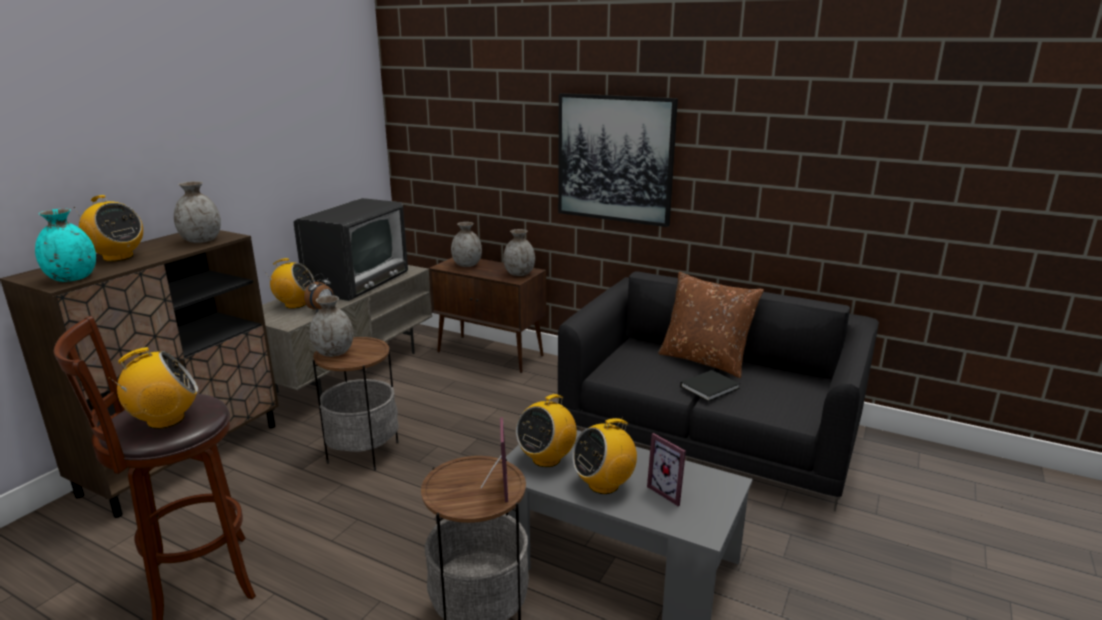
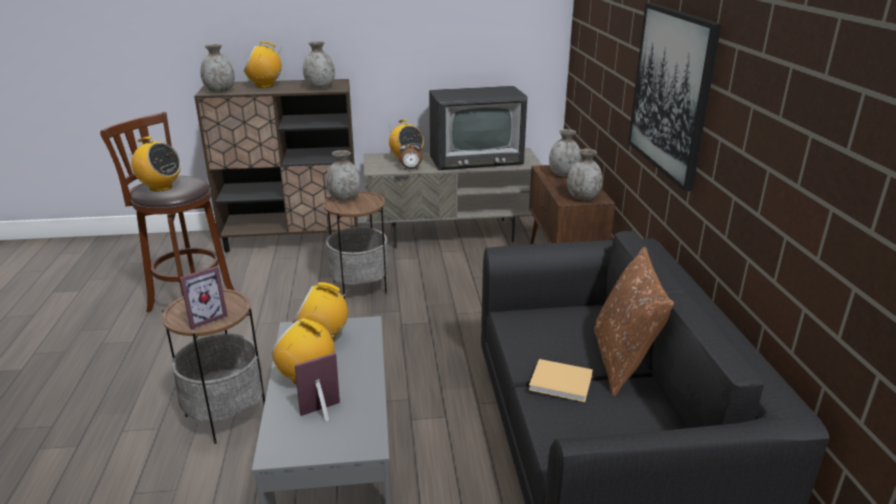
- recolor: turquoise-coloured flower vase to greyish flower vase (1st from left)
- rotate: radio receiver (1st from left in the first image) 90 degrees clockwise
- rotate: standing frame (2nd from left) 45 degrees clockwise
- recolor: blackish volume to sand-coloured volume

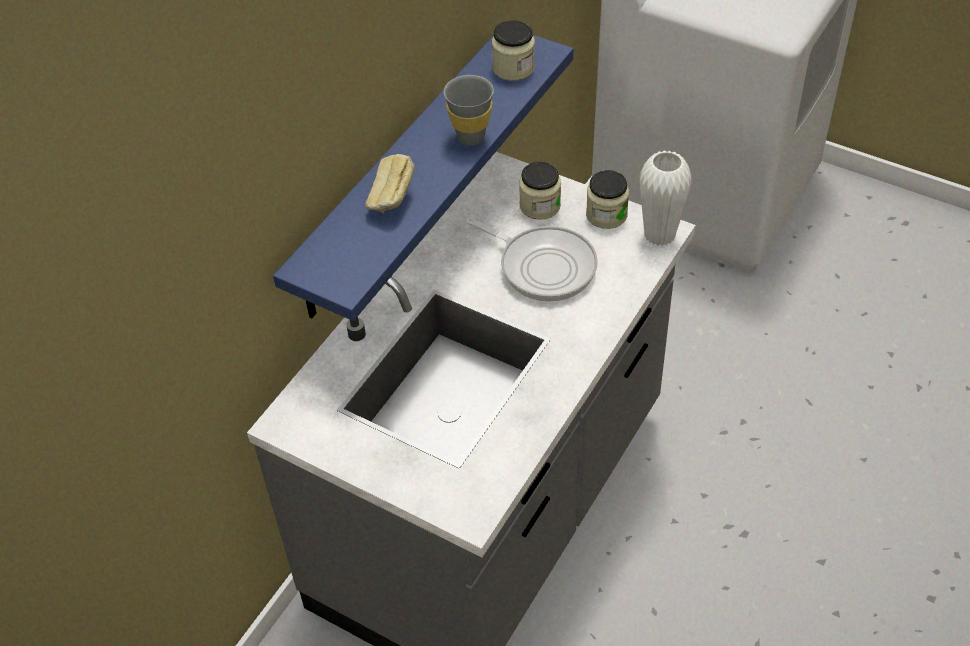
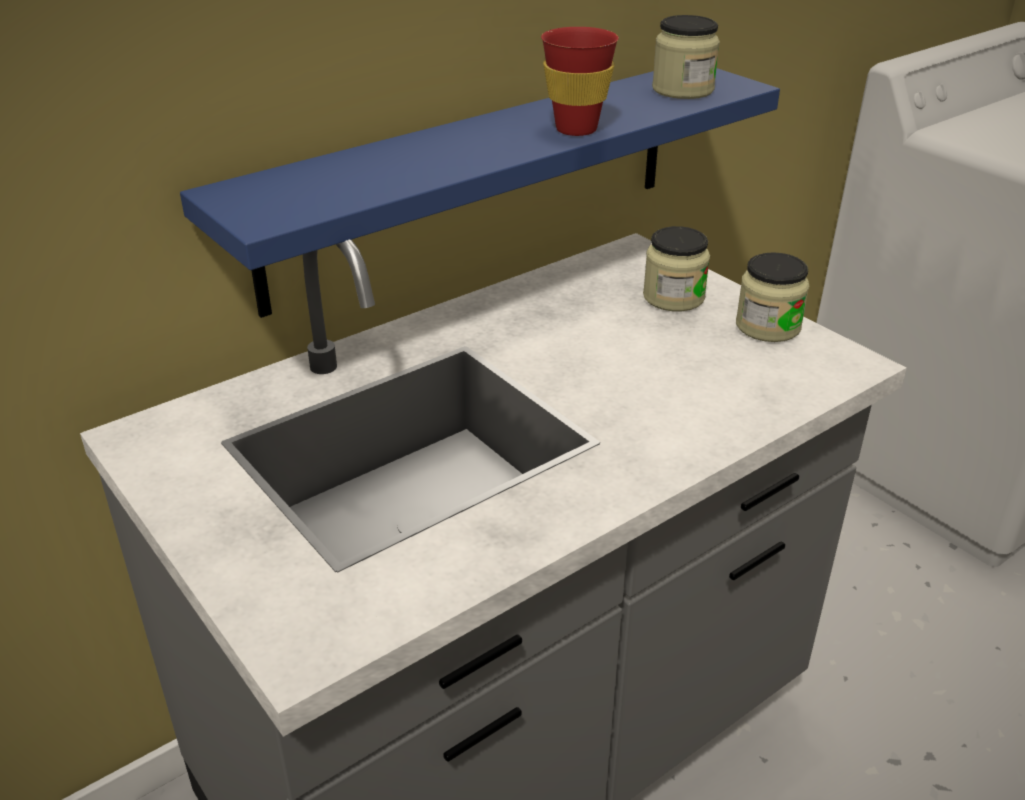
- delete: bread
- recolor: greyish cup to red cup
- delete: pan
- delete: white flower vase

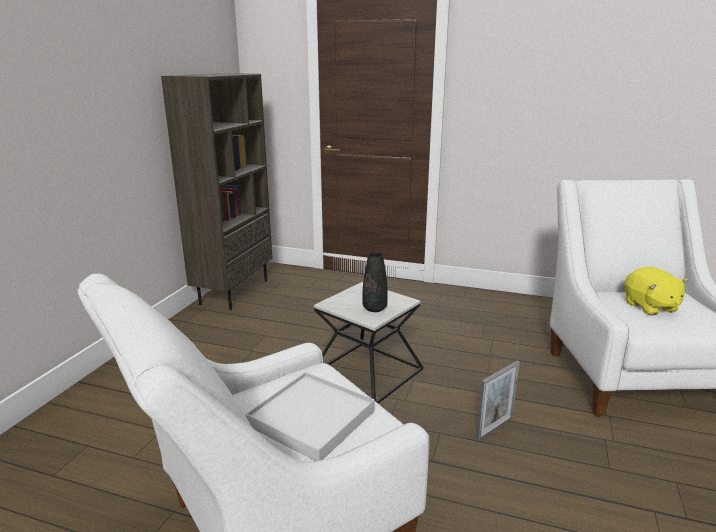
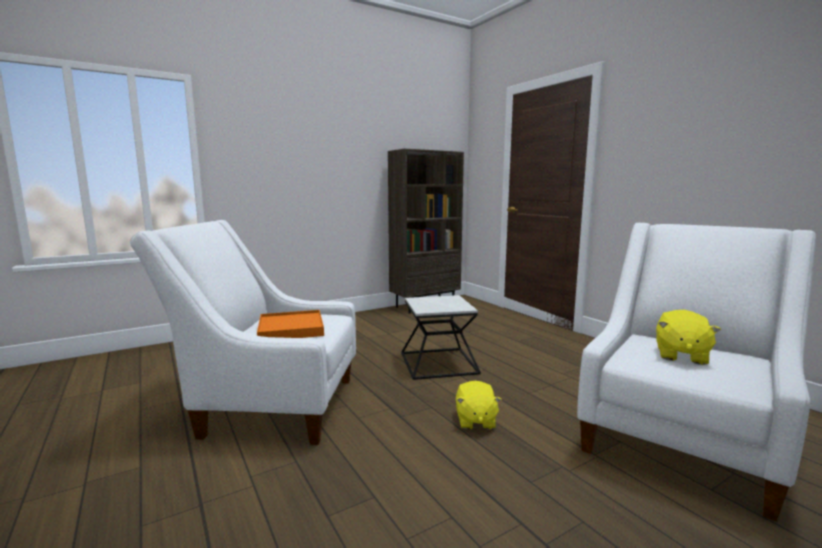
- recolor: white carrying tray to orangey carrying tray
- delete: blackish flower vase
- replace: standing frame to yellow-coloured cuddly toy (1st from left)

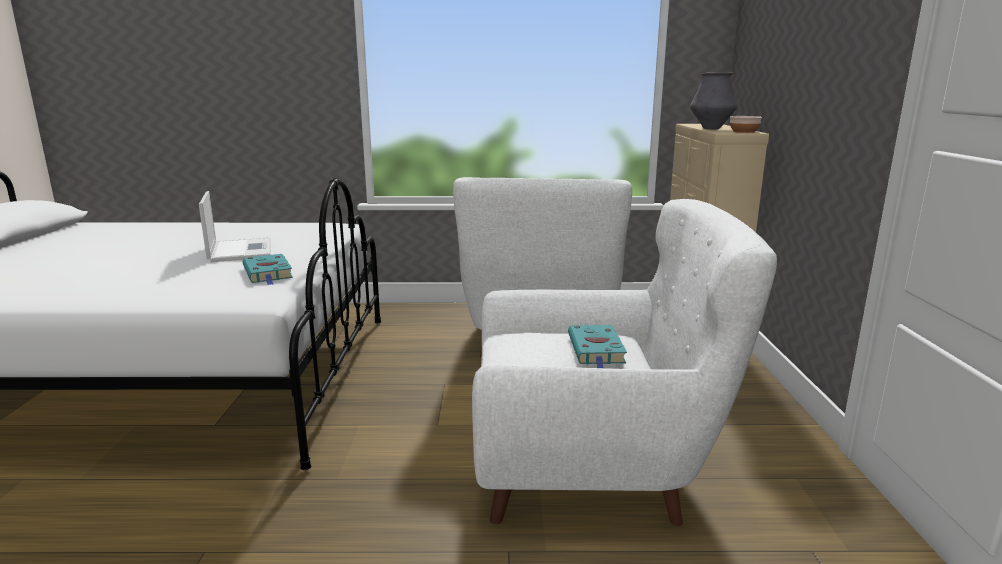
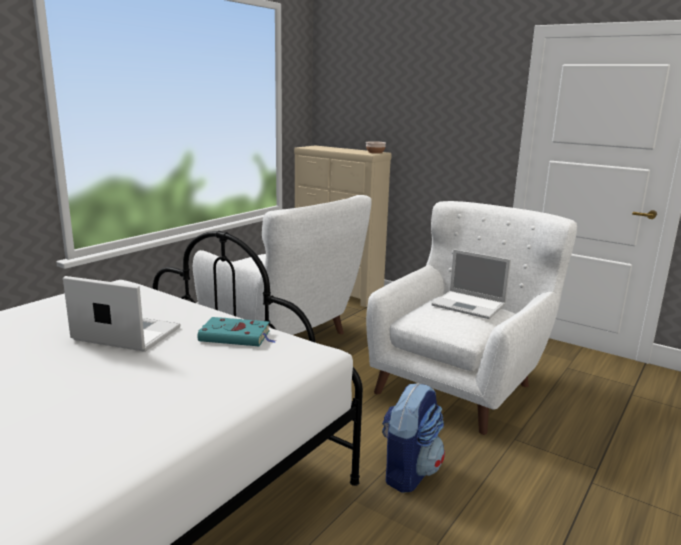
- replace: turquoise-coloured volume (2nd from left) to laptop (2nd from left)
- delete: flower vase
- insert: backpack

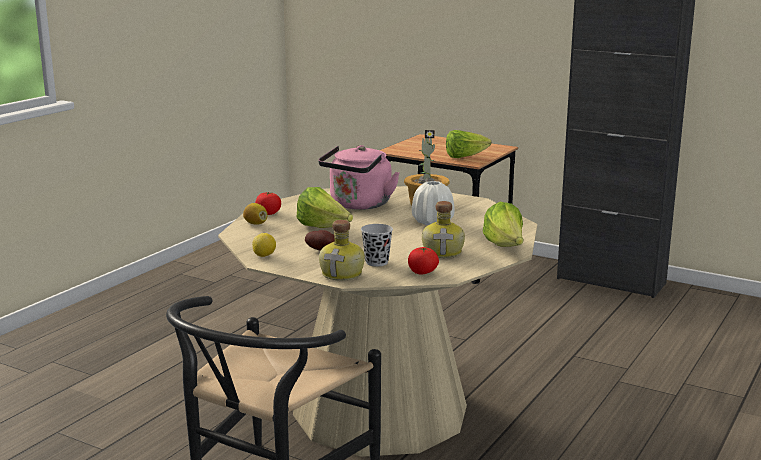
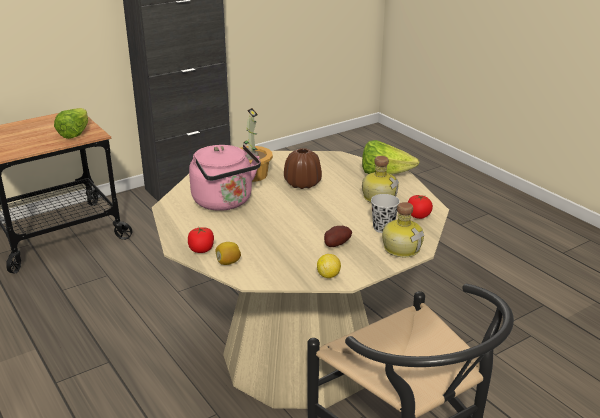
- delete: head of lettuce (1st from left)
- recolor: white flower vase to brownish flower vase

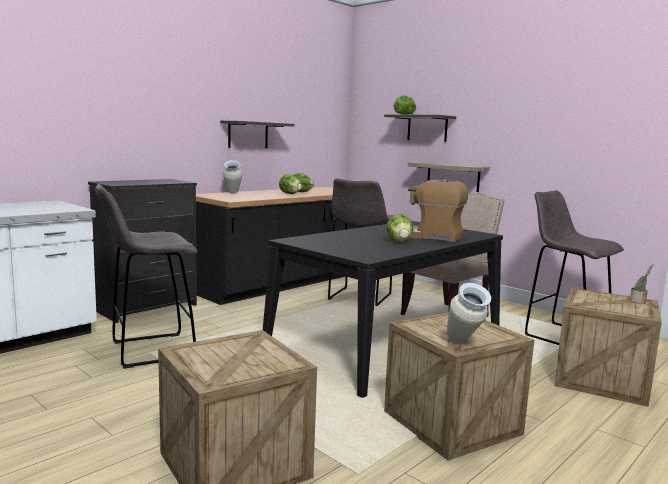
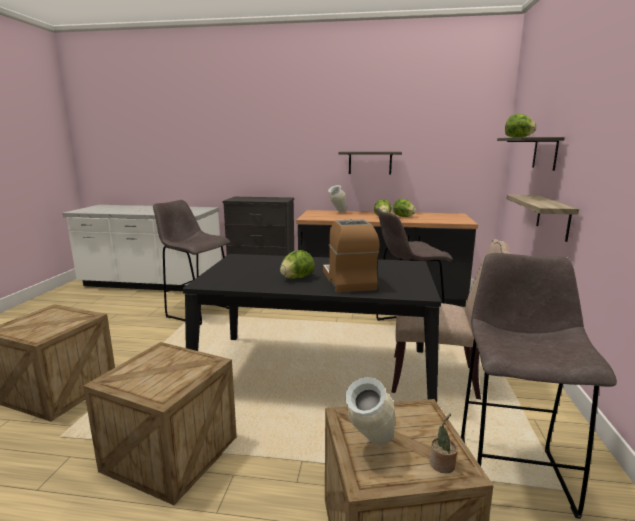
- move: flower vase (2nd from left)

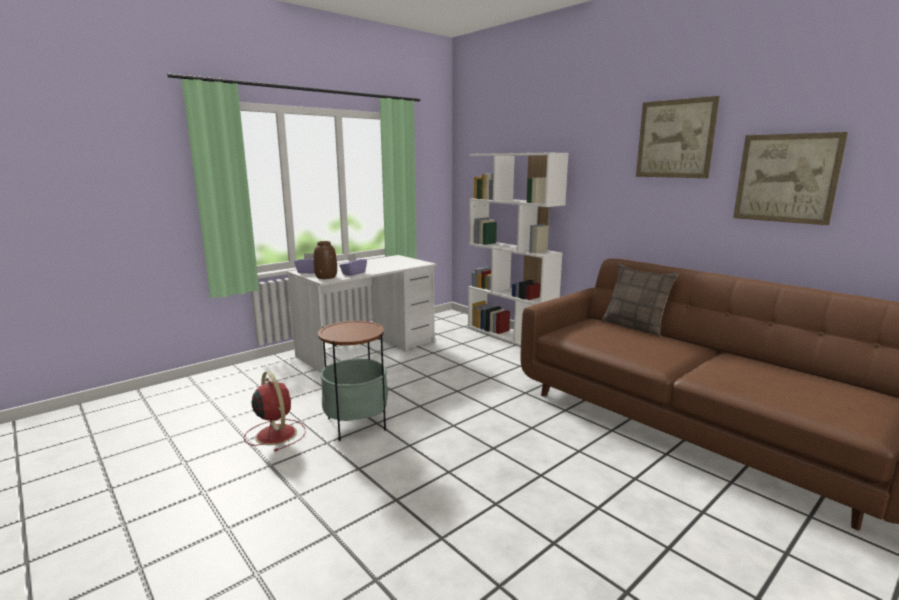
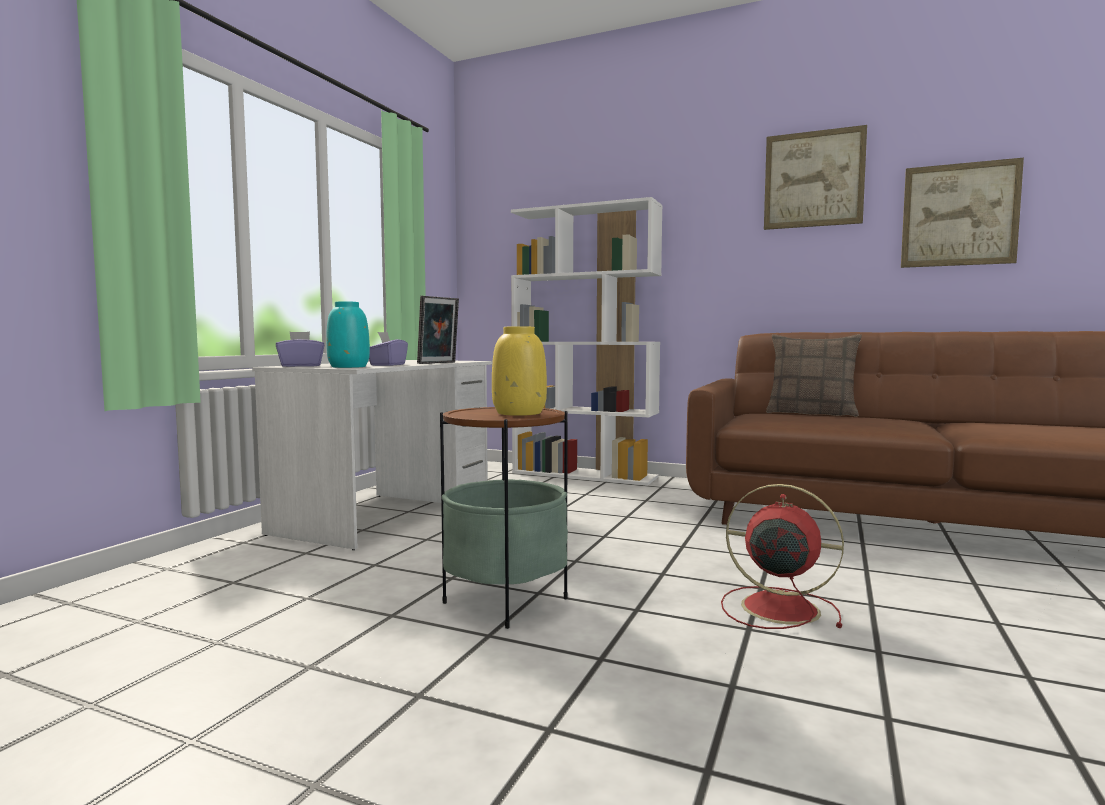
- move: red electric fan
- recolor: brownish flower vase to turquoise-coloured flower vase
- insert: standing frame
- insert: yellow-coloured flower vase

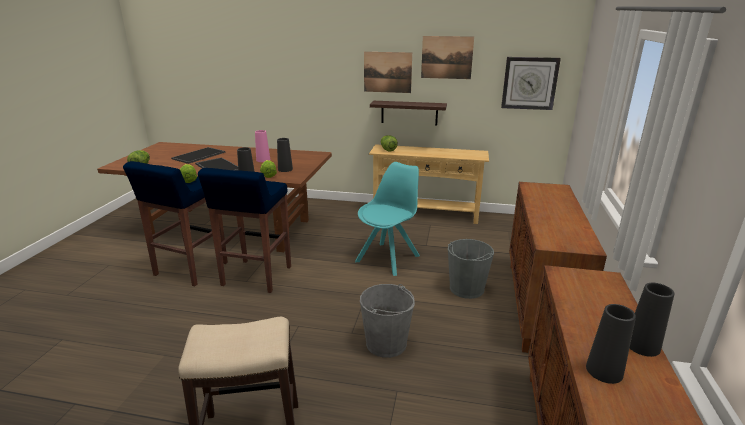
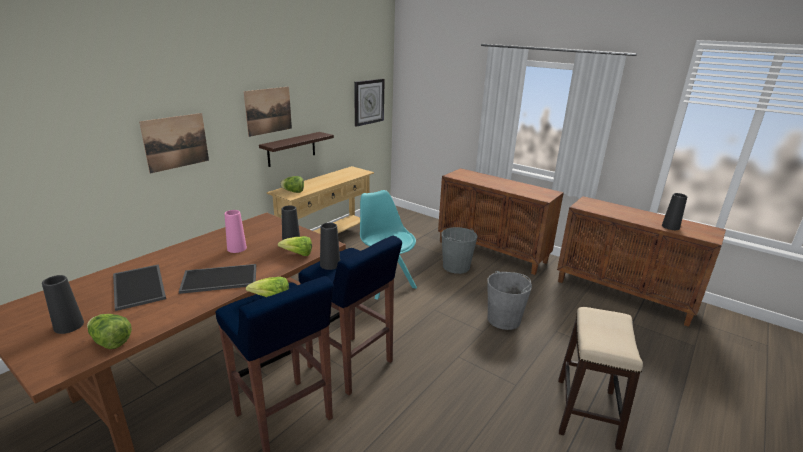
- move: picture (2nd from left in the first image) to picture (1st from left)
- move: blackish flower vase (4th from left in the first image) to blackish flower vase (1st from left)

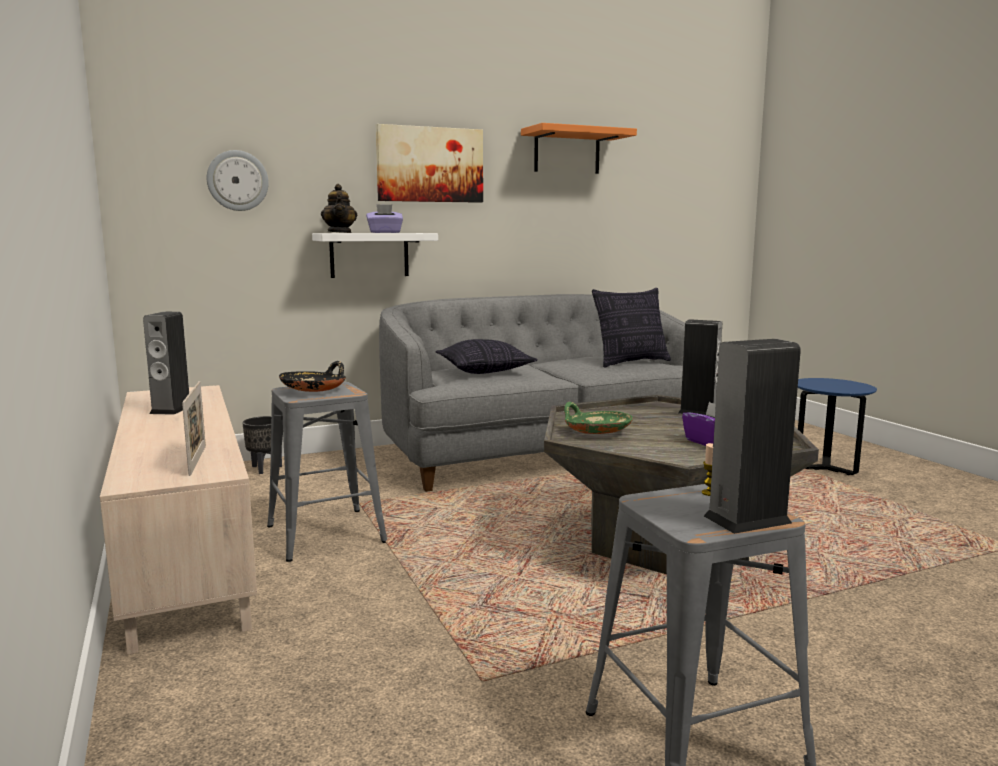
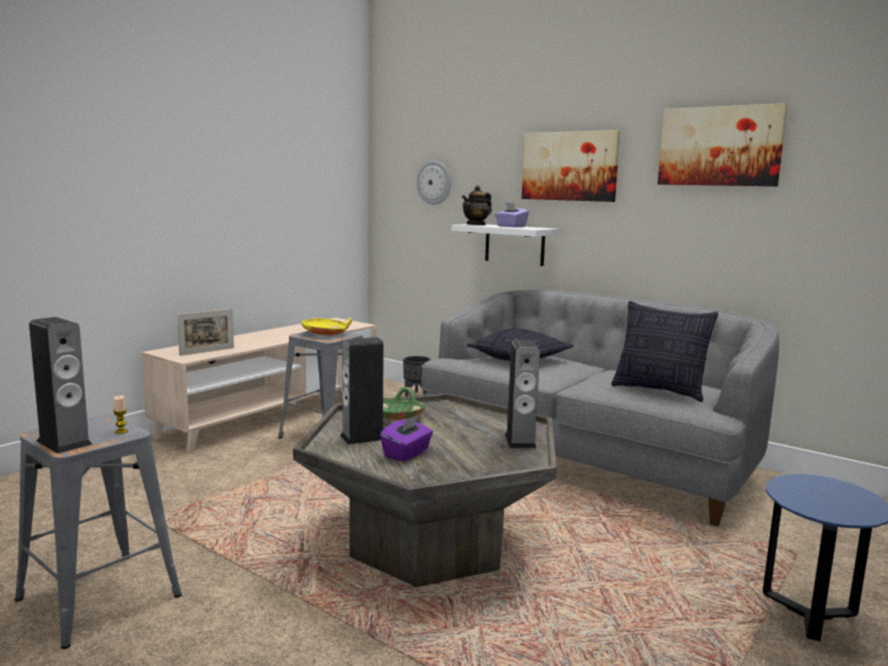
- move: audio speaker (1st from left in the first image) to audio speaker (2nd from left)
- recolor: blackish bowl to yellow-coloured bowl
- replace: orangey shelf to picture (2nd from left)

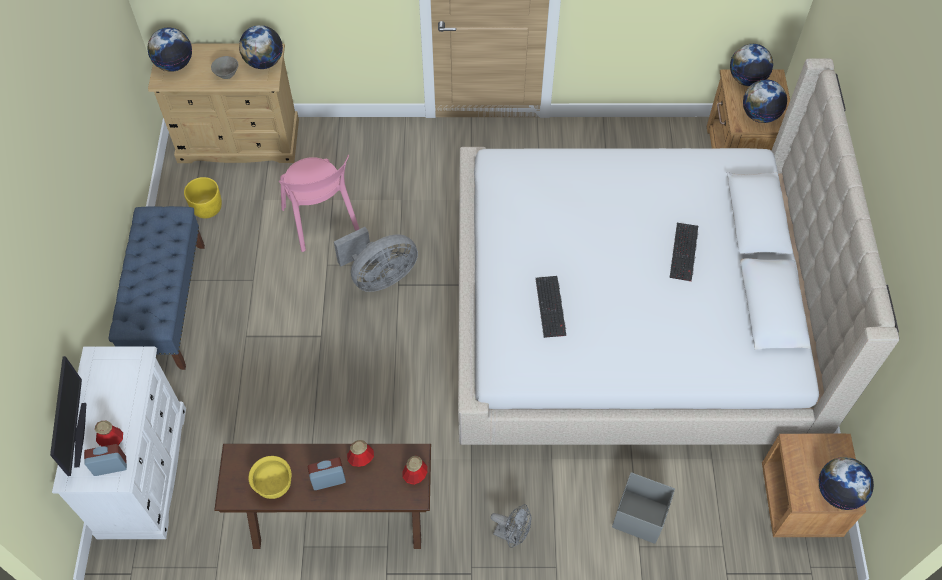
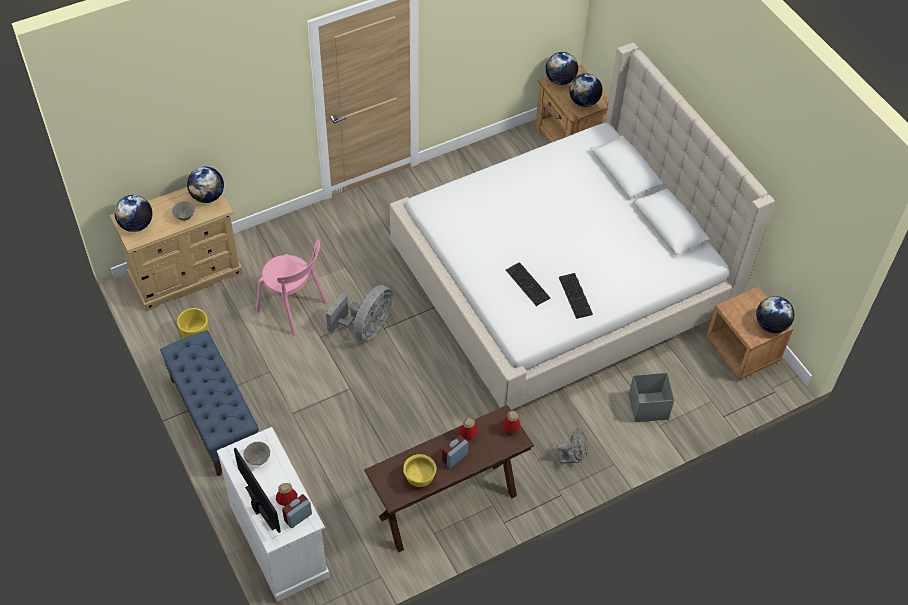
- move: keyboard (2nd from left)
- insert: greyish bowl (2nd from left)

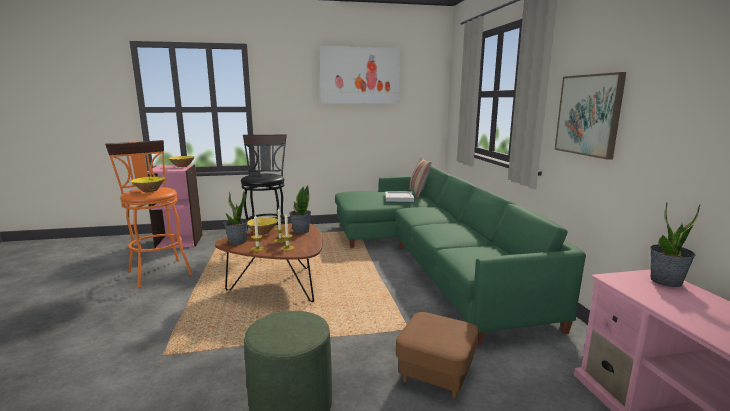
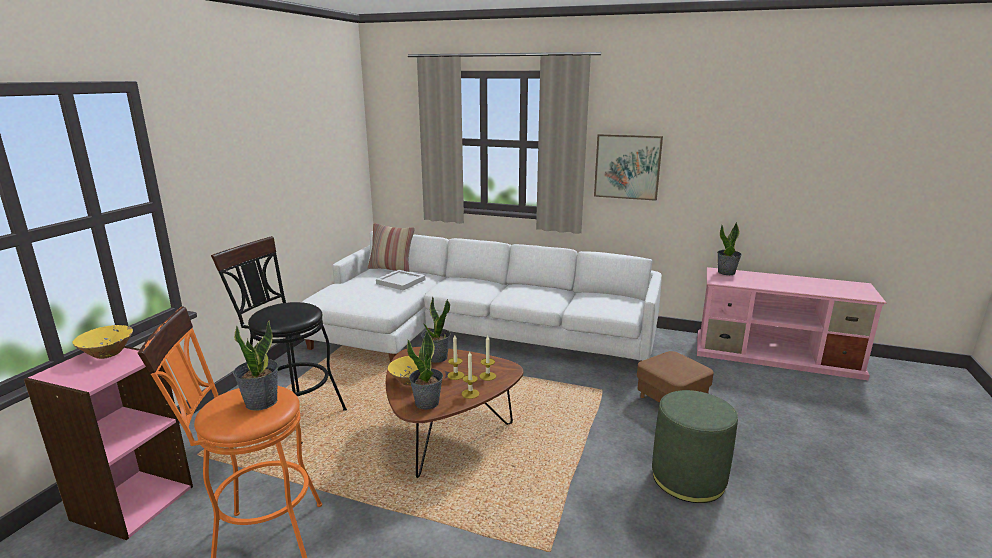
- replace: yellow-coloured bowl (1st from left) to plant in a pot (1st from left)
- delete: picture (1st from left)
- recolor: green-coloured sofa to white sofa

